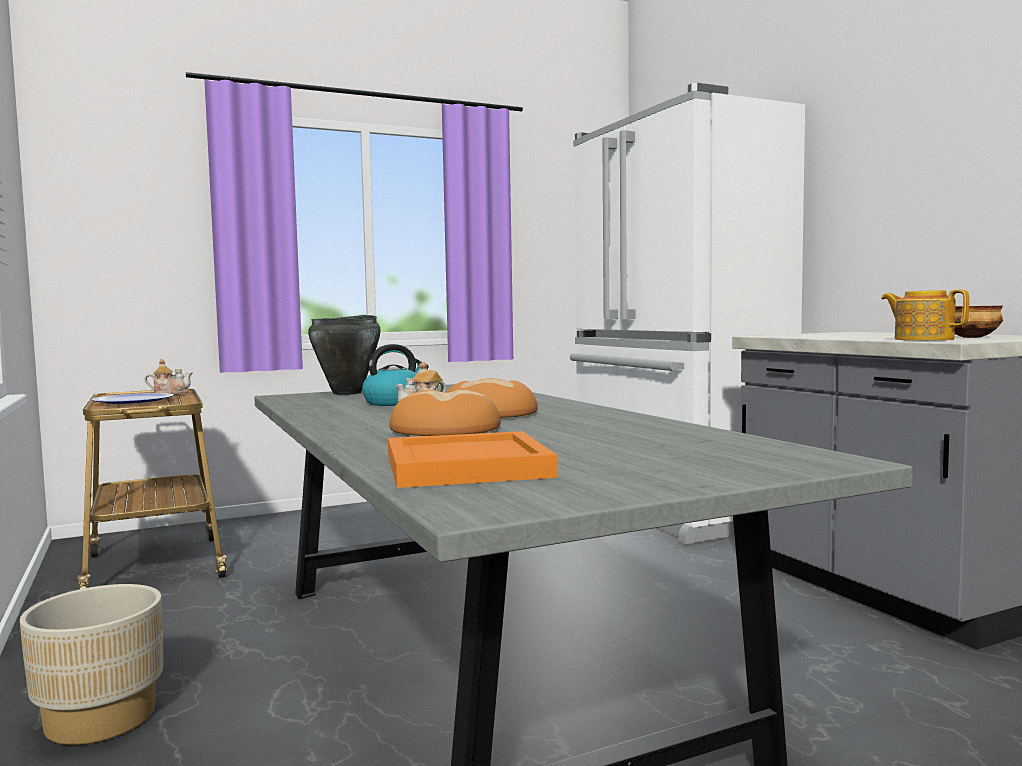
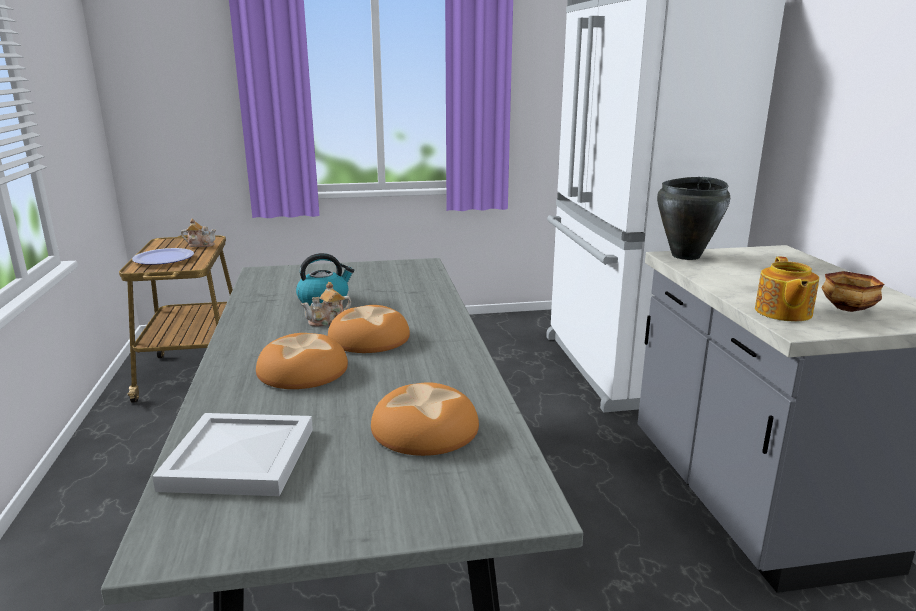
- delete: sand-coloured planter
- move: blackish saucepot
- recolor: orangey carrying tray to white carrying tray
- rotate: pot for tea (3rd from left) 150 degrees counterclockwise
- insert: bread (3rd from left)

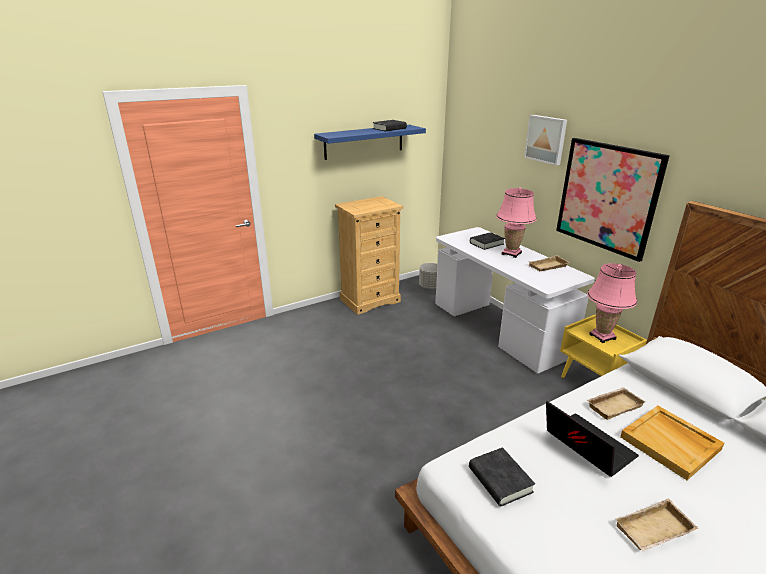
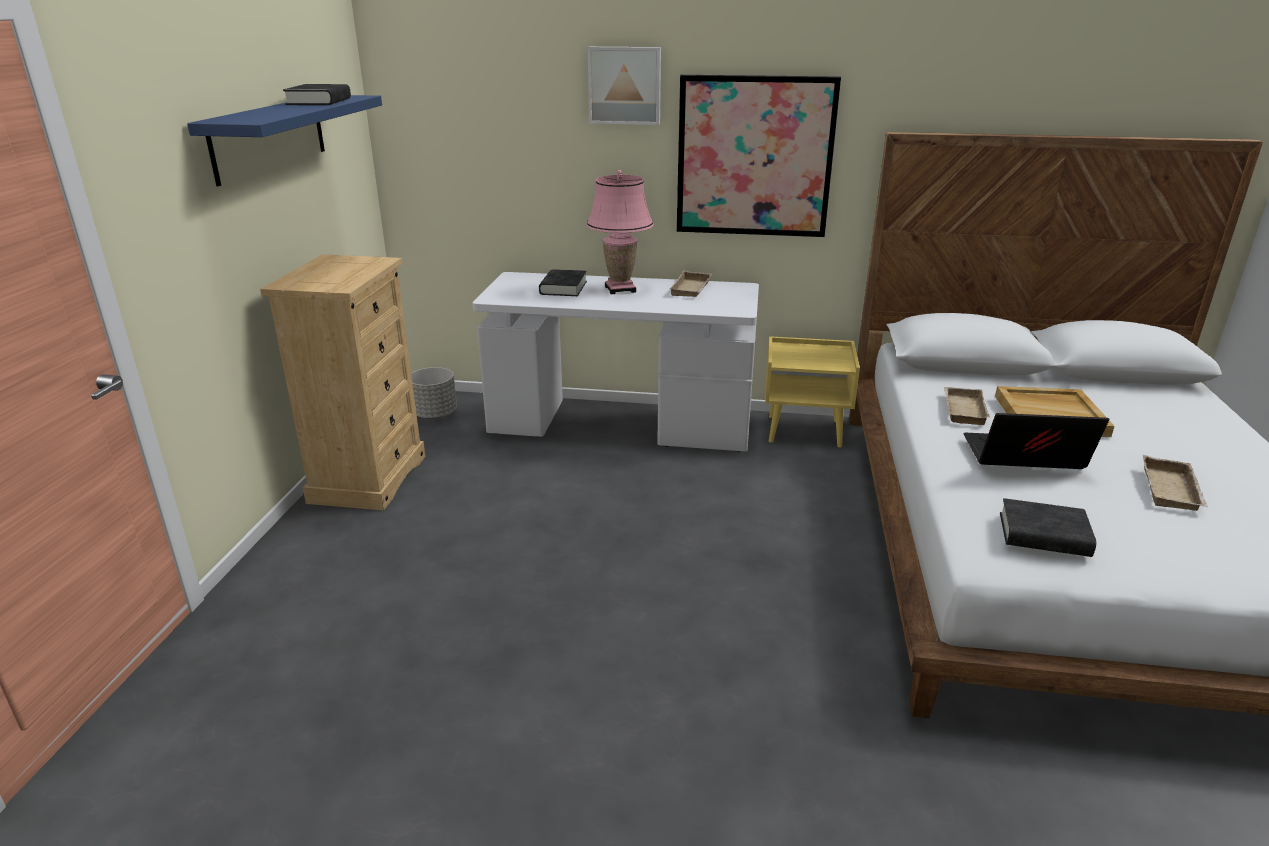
- delete: pink-coloured table lamp (2nd from left)

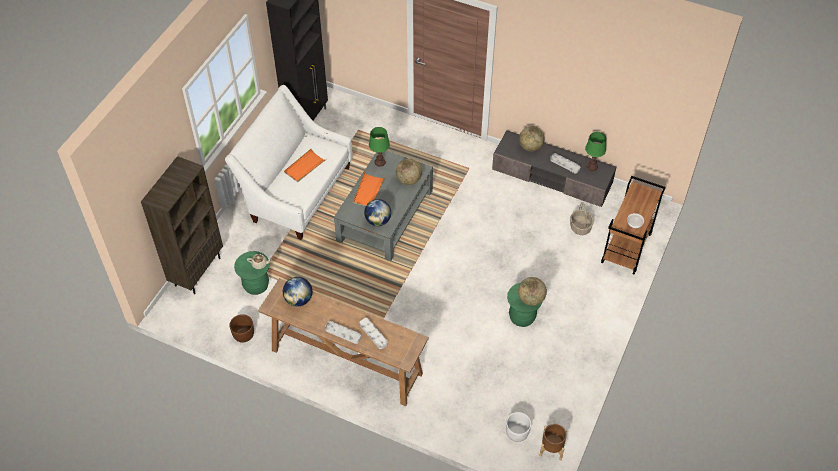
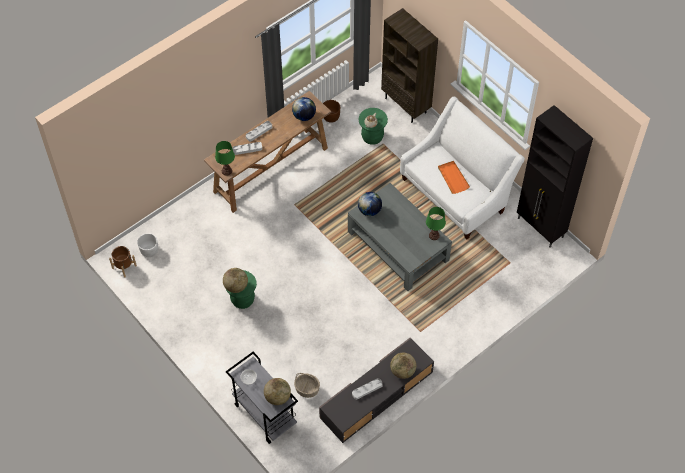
- delete: orangey carrying tray (2nd from left)
- move: desk globe (3rd from left in the first image) to desk globe (2nd from left)
- move: green-coloured table lamp (2nd from left in the first image) to green-coloured table lamp (1st from left)
- recolor: brownish trolley to greyish trolley

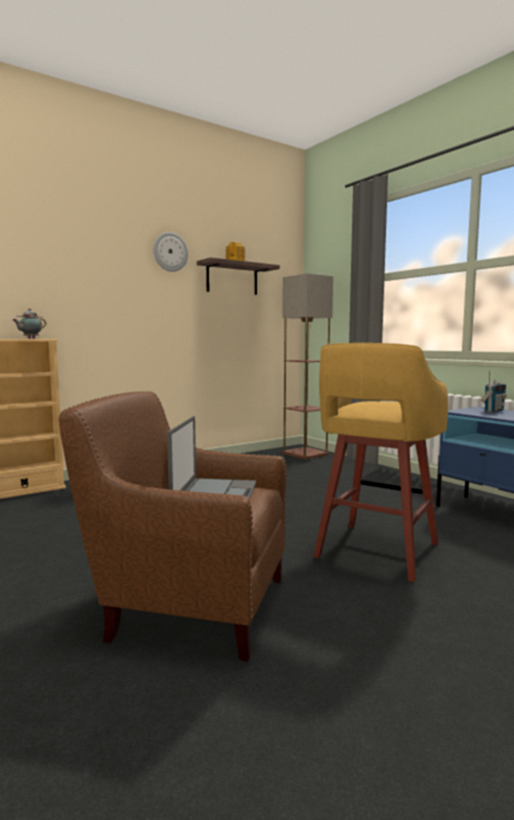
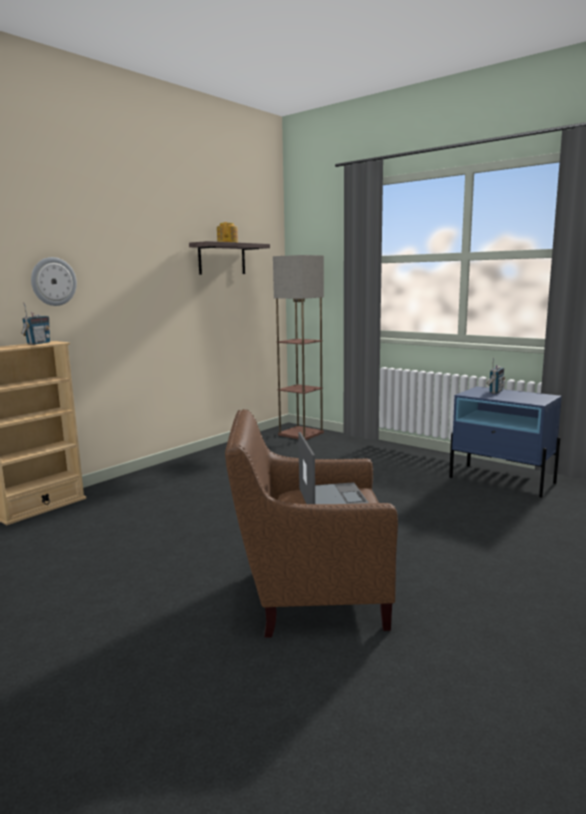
- replace: pot for tea (1st from left) to radio receiver (1st from left)
- move: wall clock
- delete: yellow-coloured sitting stool

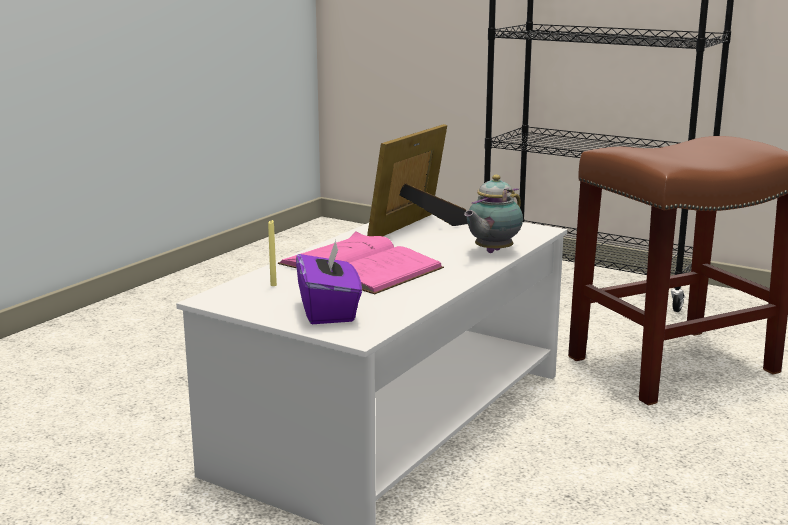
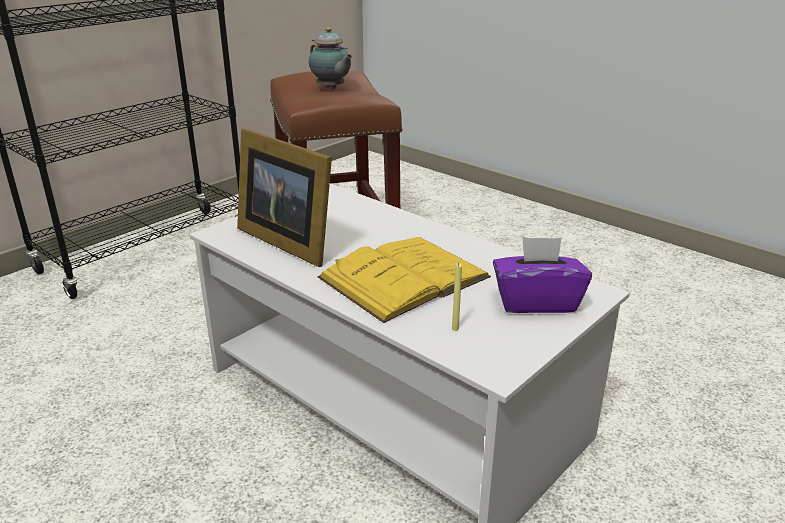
- recolor: pink-coloured volume to yellow-coloured volume
- move: pot for tea

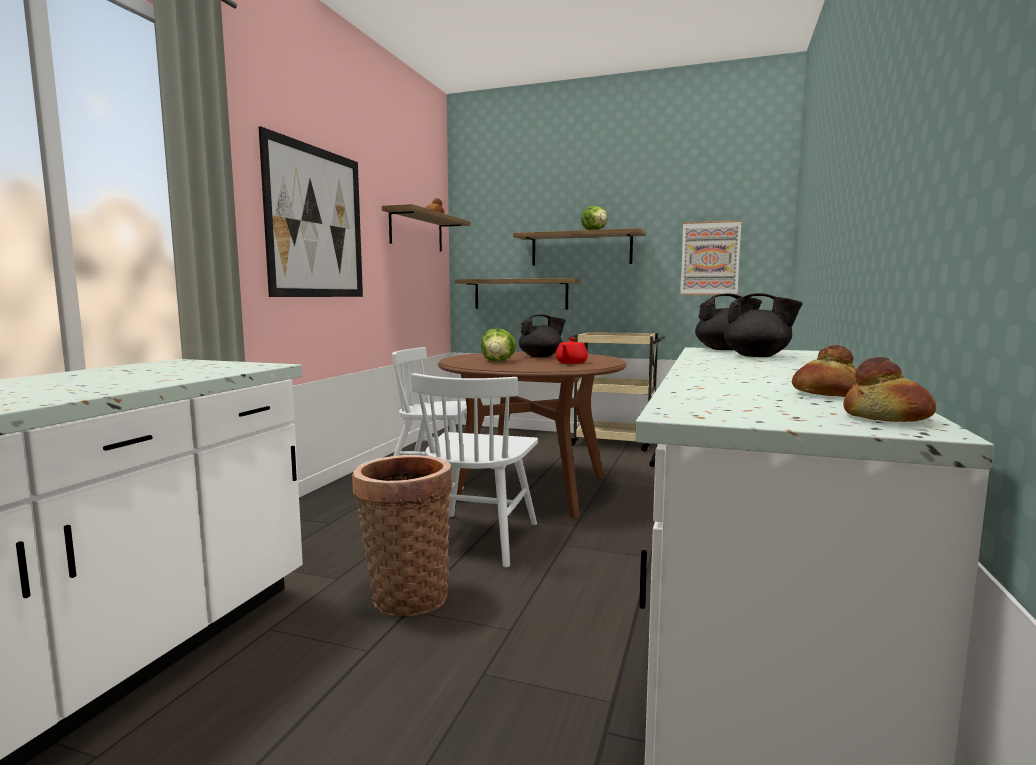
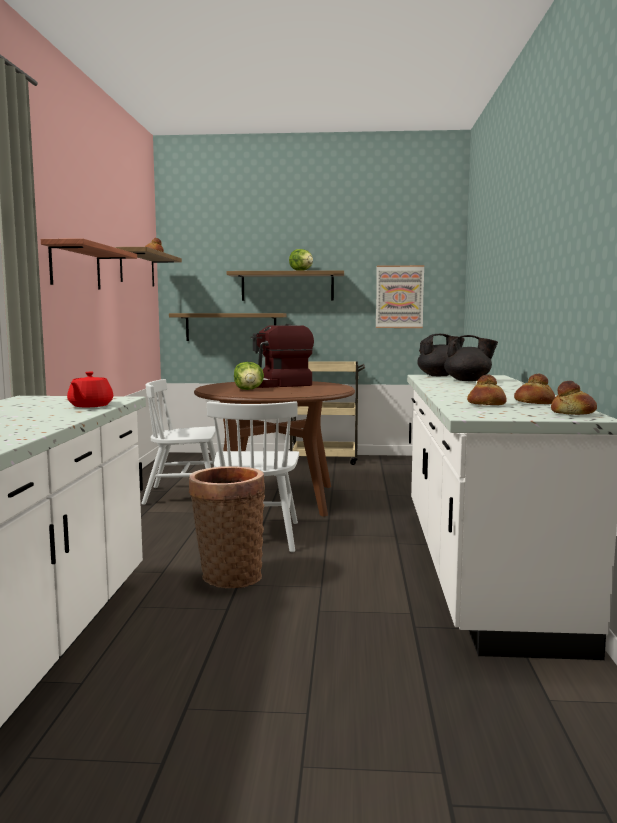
- replace: picture (1st from left) to shelf (1st from left)
- replace: blackish pot for tea (1st from left) to coffee machine
- move: red pot for tea
- insert: bread (2nd from left)

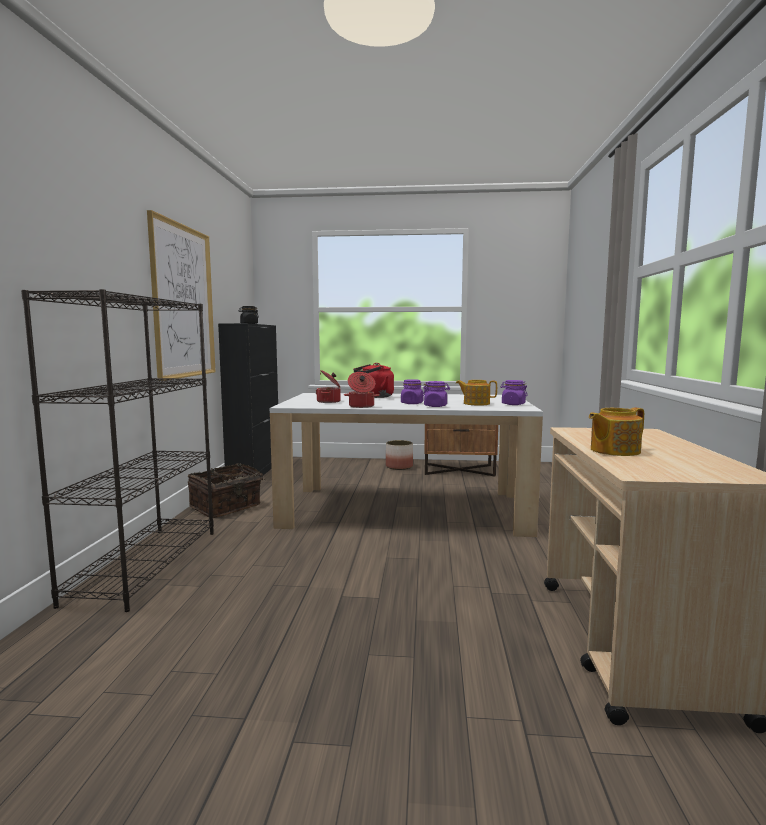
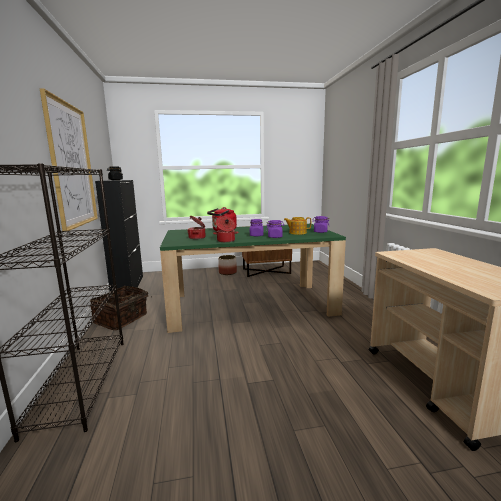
- recolor: white dining table to green-coloured dining table
- delete: pot for tea (2nd from left)

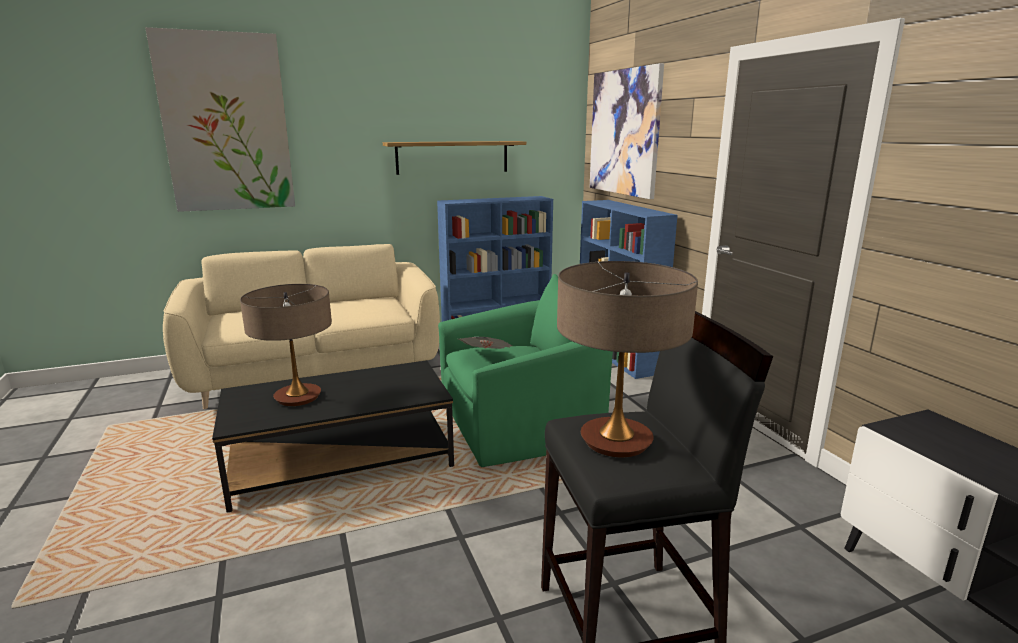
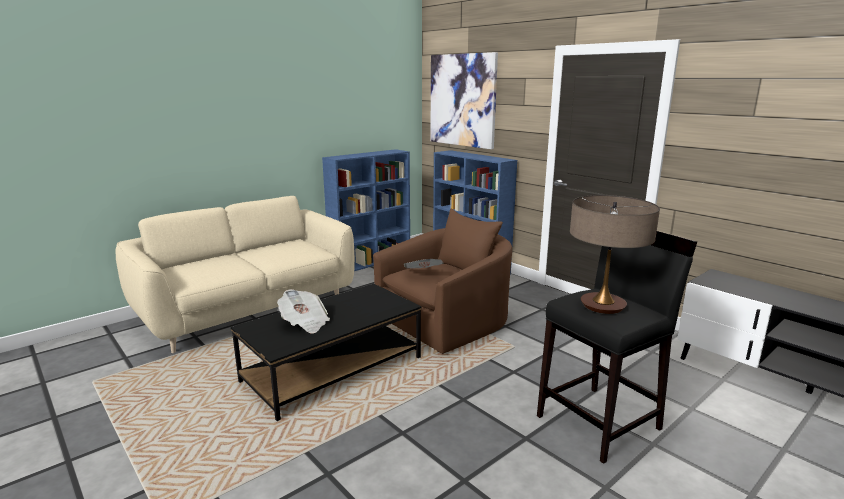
- delete: picture (1st from left)
- replace: table lamp (1st from left) to newspaper (1st from left)
- delete: shelf
- recolor: green-coloured lounge chair to brownish lounge chair

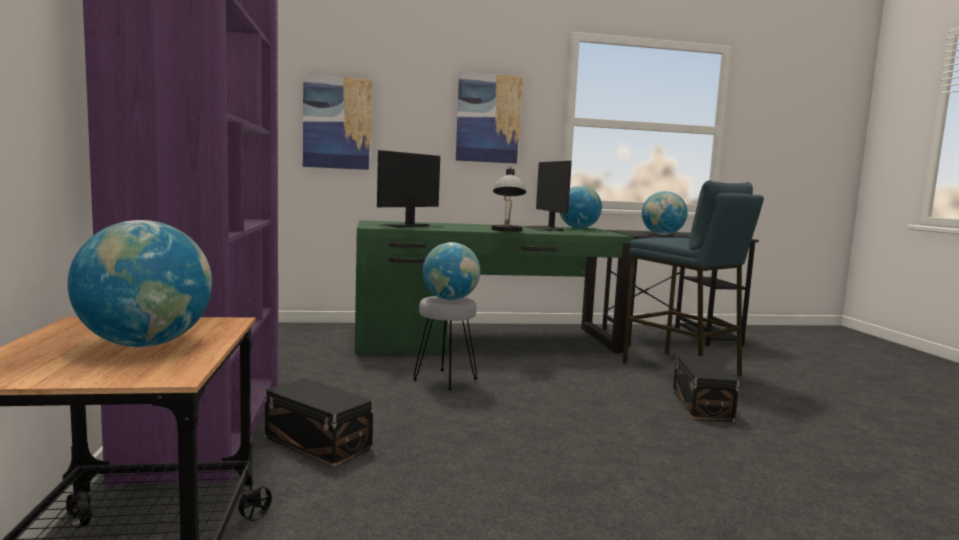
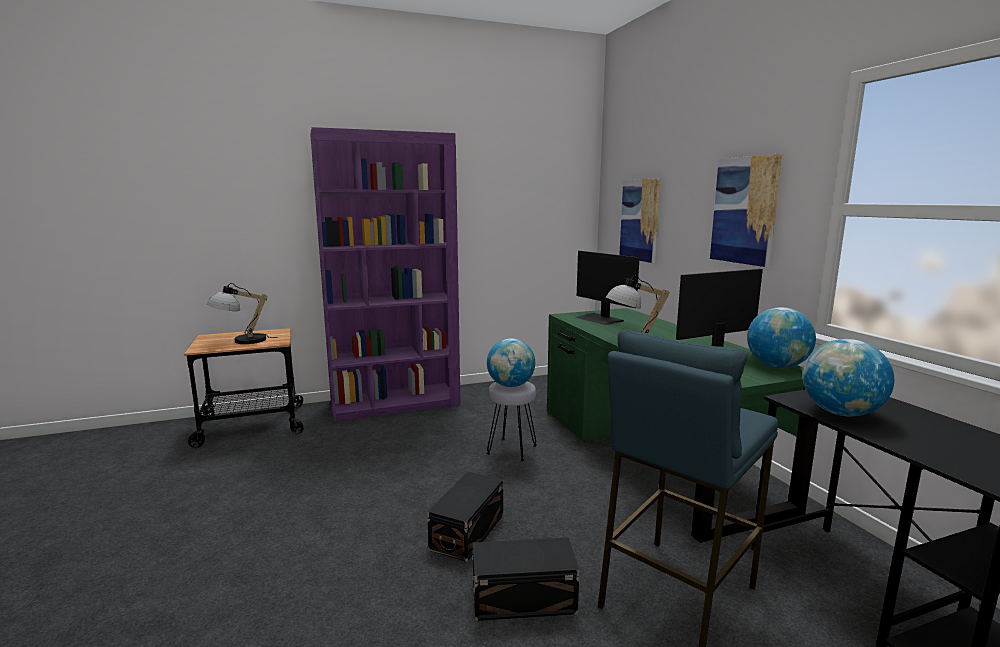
- replace: desk globe (1st from left) to table lamp (1st from left)
- move: blackish storage bin (1st from left)
- rotate: computer display (1st from left) 150 degrees counterclockwise

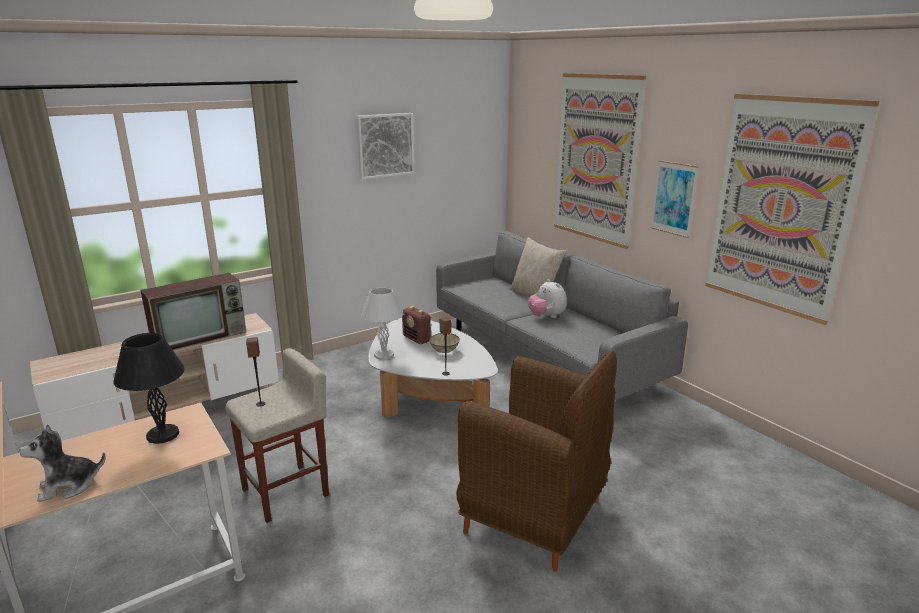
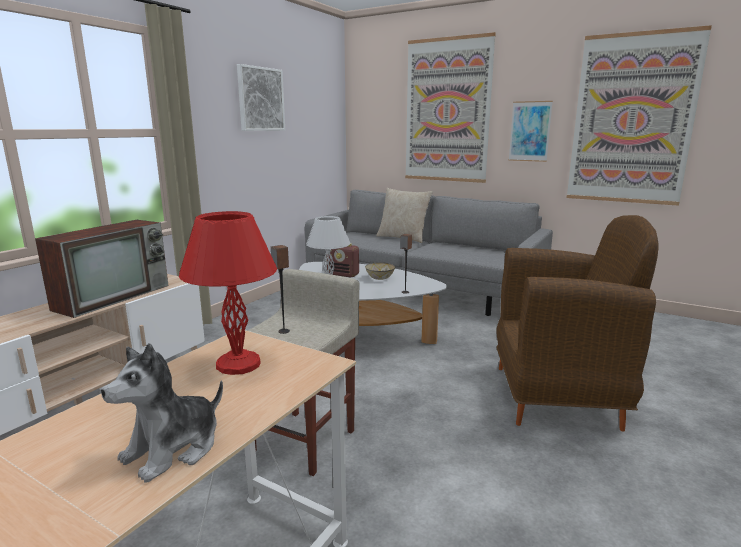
- recolor: blackish table lamp to red table lamp
- delete: cuddly toy (2nd from left)

